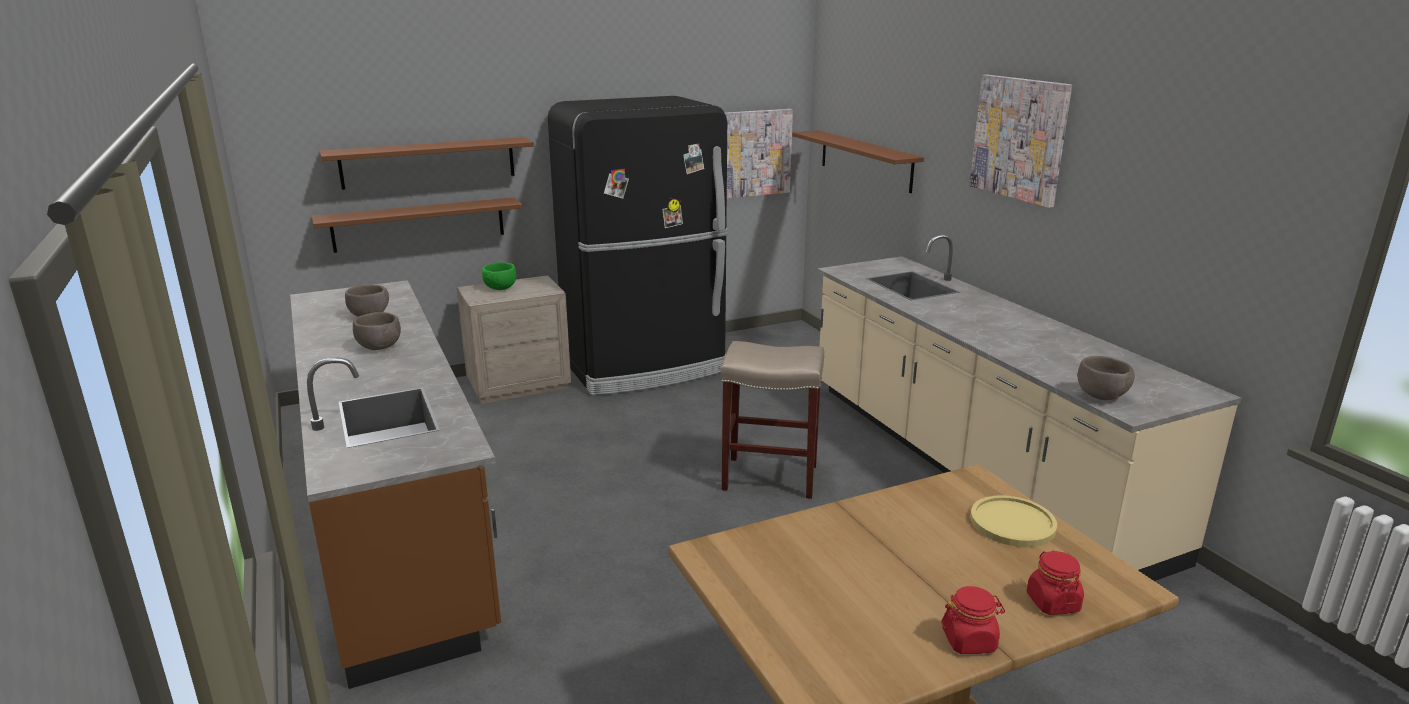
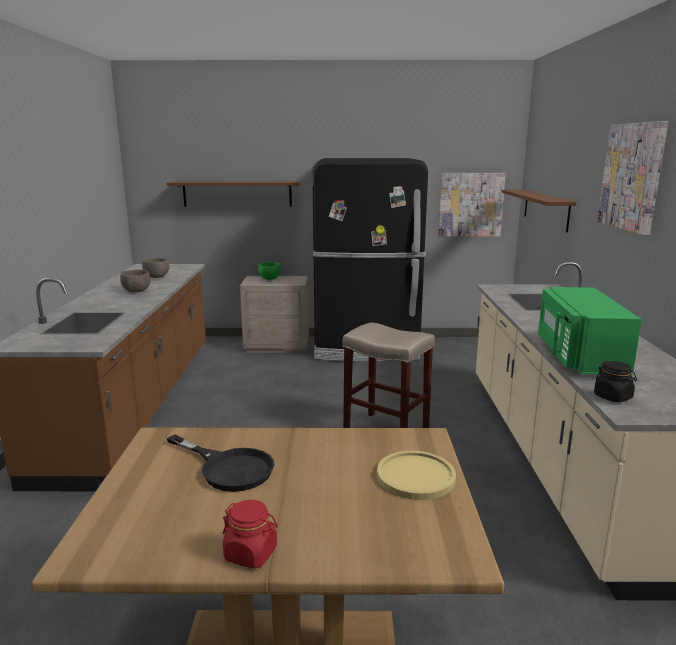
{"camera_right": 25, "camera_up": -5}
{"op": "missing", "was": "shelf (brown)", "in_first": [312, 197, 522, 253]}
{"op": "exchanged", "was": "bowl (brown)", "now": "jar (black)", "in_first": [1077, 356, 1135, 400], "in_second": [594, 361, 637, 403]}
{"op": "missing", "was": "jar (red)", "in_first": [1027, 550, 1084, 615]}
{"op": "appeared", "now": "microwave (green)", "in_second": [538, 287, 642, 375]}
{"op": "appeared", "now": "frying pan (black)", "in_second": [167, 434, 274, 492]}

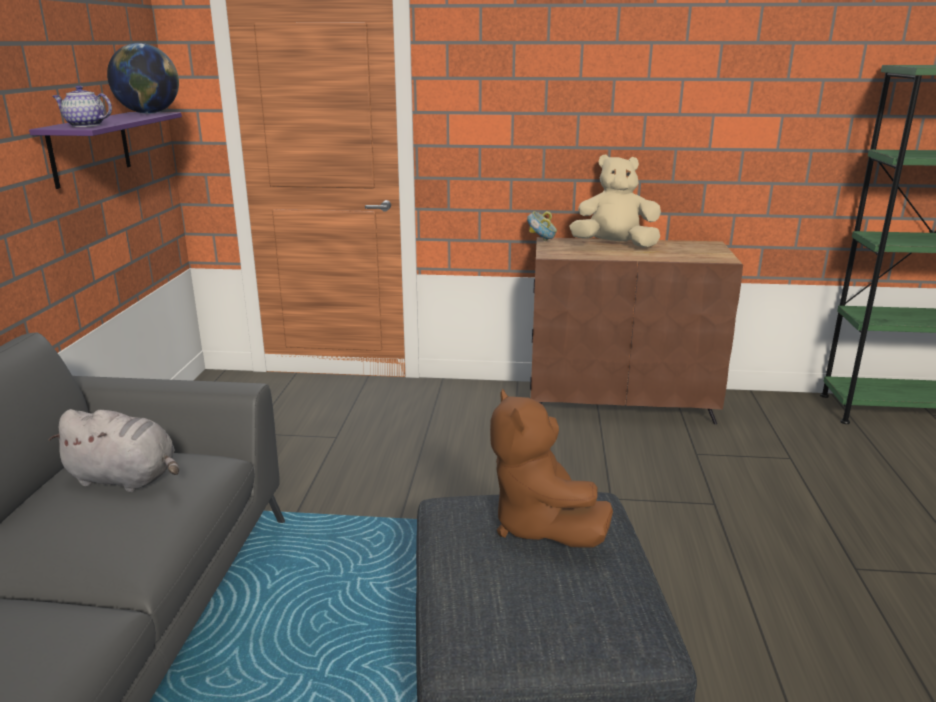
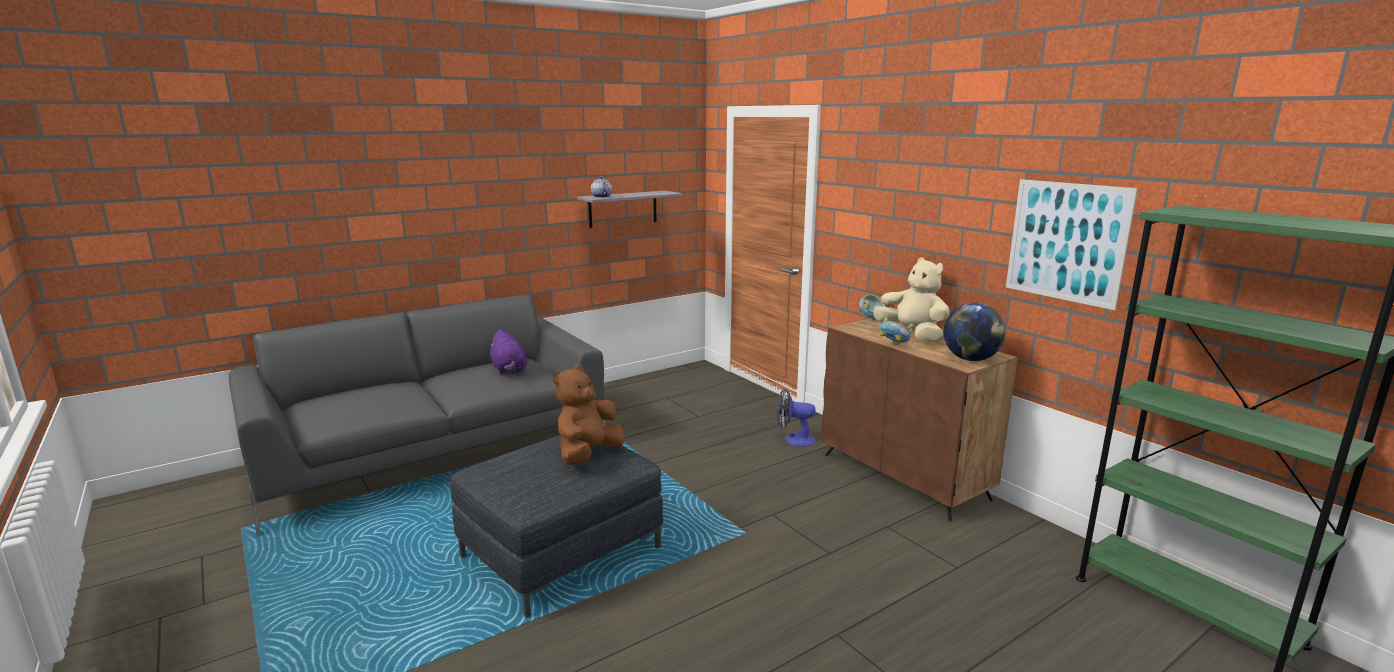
{"camera_right": 50, "camera_up": -5}
{"op": "relocated", "was": "globe", "in_first": [107, 43, 179, 114], "in_second": [943, 303, 1006, 361]}
{"op": "colour", "was": "shelf (purple)", "now": "shelf (grey)", "in_first": [29, 112, 182, 189], "in_second": [577, 191, 683, 228]}
{"op": "colour", "was": "plush toy (grey)", "now": "plush toy (purple)", "in_first": [48, 409, 179, 492], "in_second": [489, 329, 527, 375]}
{"op": "appeared", "now": "picture", "in_second": [1006, 179, 1138, 310]}
{"op": "appeared", "now": "bowl", "in_second": [880, 318, 914, 345]}
{"op": "appeared", "now": "fan", "in_second": [777, 389, 816, 447]}

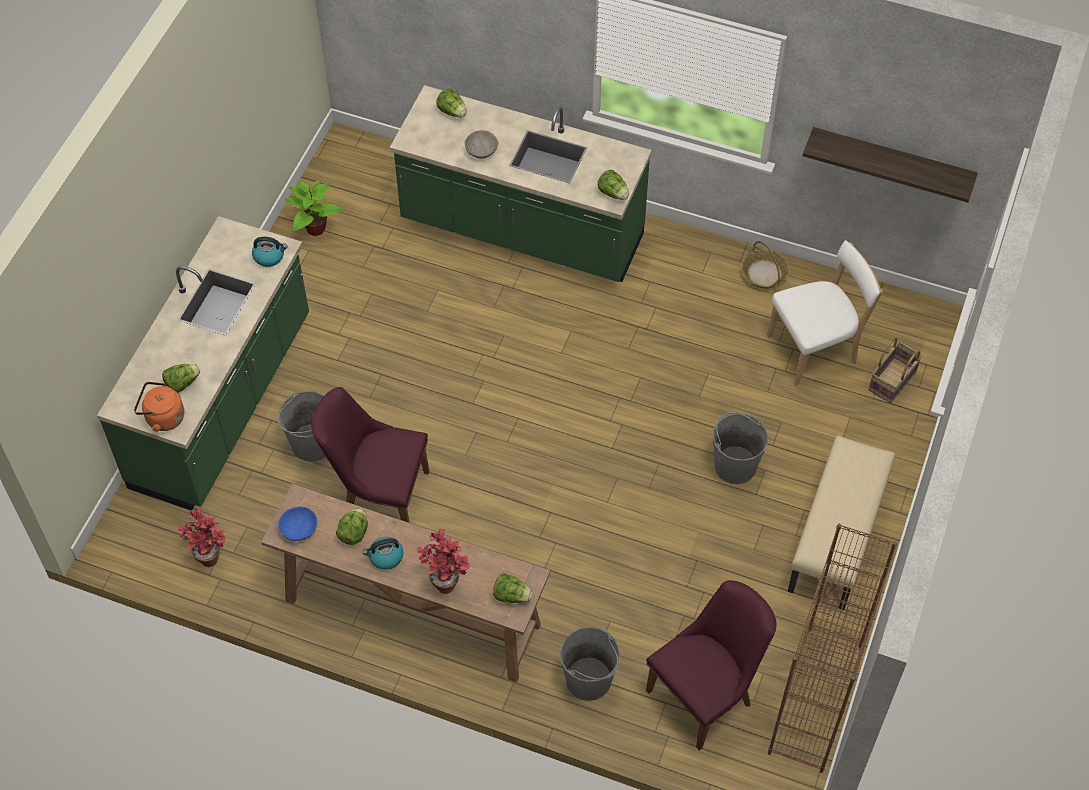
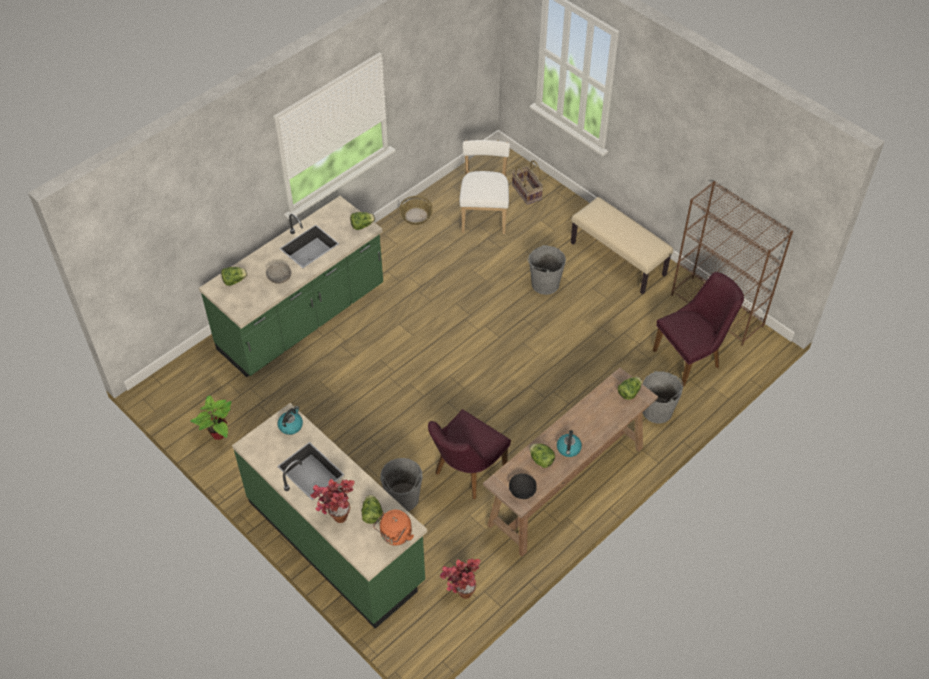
{"camera_right": -65, "camera_up": -5}
{"op": "missing", "was": "shelf", "in_first": [803, 127, 978, 203]}
{"op": "colour", "was": "bowl (blue)", "now": "bowl (black)", "in_first": [278, 507, 317, 541], "in_second": [509, 473, 537, 499]}
{"op": "relocated", "was": "potted plant", "in_first": [417, 529, 469, 594], "in_second": [310, 479, 355, 523]}
{"op": "spun", "was": "chair (purple)", "in_first": [646, 580, 777, 750], "in_second": [653, 272, 744, 387], "clockwise": 75}

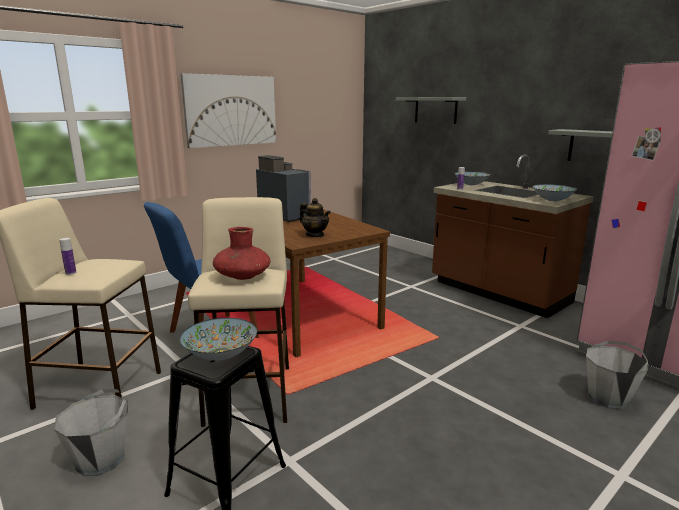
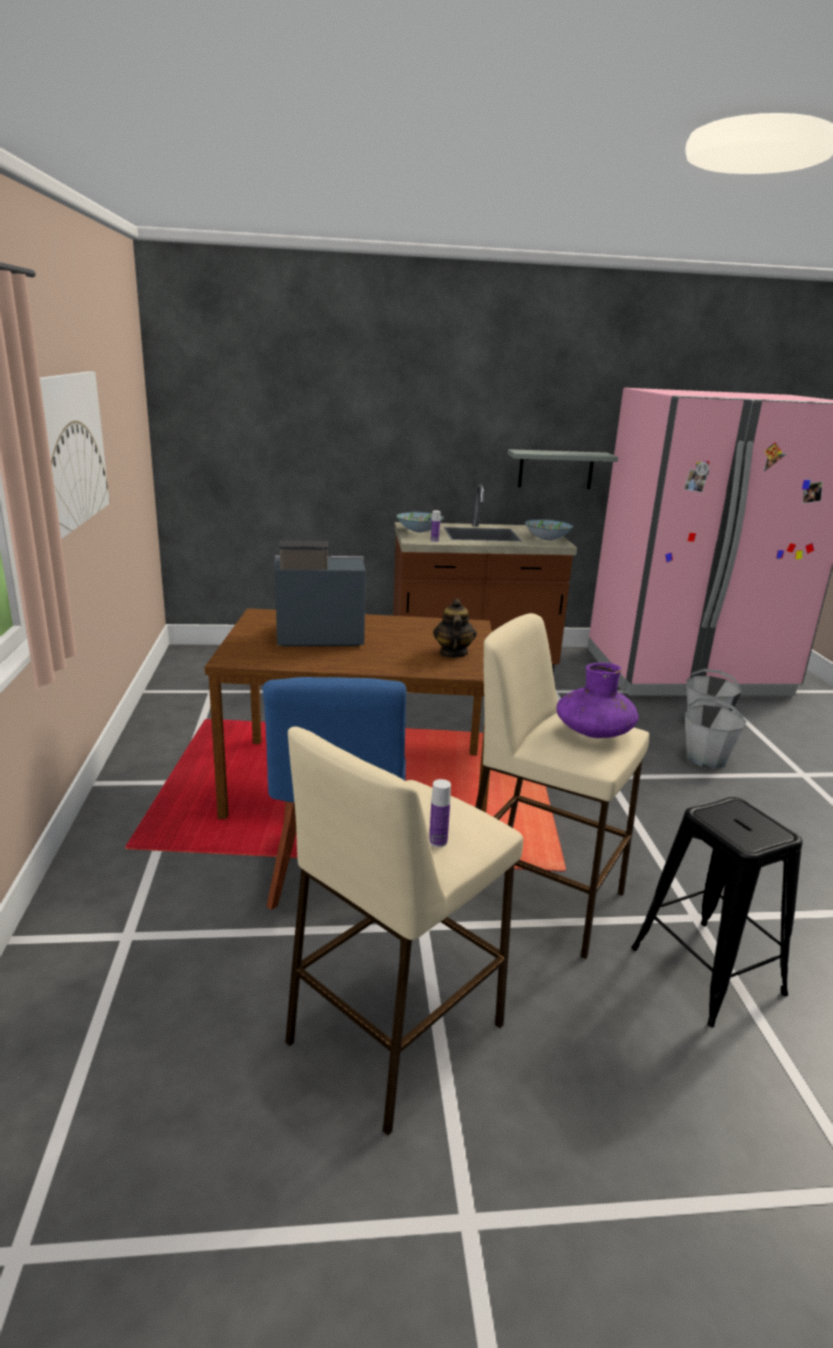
{"camera_right": -55, "camera_up": 5}
{"op": "missing", "was": "shelf (grey)", "in_first": [396, 97, 466, 124]}
{"op": "spun", "was": "teapot", "in_first": [299, 198, 331, 237], "in_second": [433, 598, 477, 658], "clockwise": -75}
{"op": "colour", "was": "vase (red)", "now": "vase (purple)", "in_first": [213, 227, 271, 280], "in_second": [557, 662, 638, 738]}
{"op": "missing", "was": "bowl", "in_first": [180, 318, 257, 361]}
{"op": "relocated", "was": "bucket (grey)", "in_first": [54, 389, 128, 476], "in_second": [685, 698, 746, 769]}

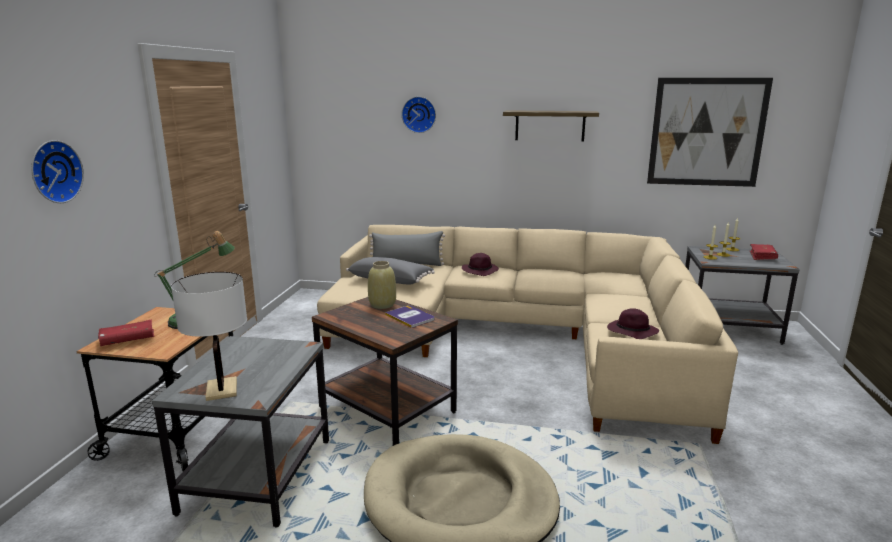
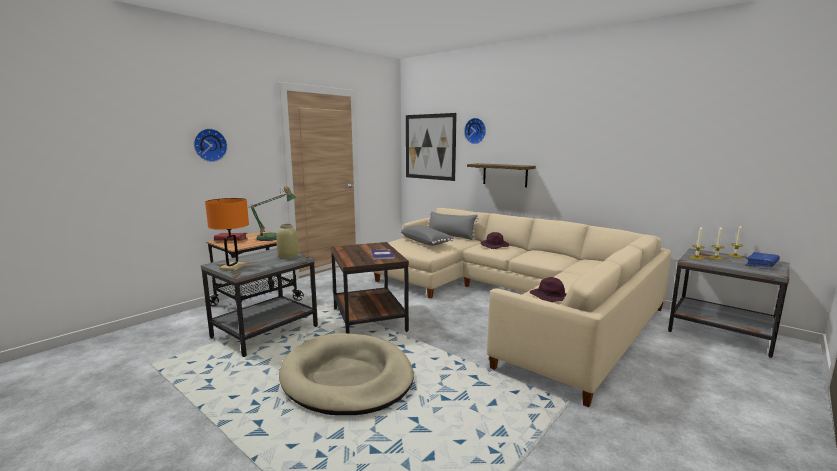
{"camera_right": 30, "camera_up": -5}
{"op": "relocated", "was": "picture", "in_first": [647, 78, 773, 187], "in_second": [406, 113, 457, 181]}
{"op": "relocated", "was": "shelf", "in_first": [503, 110, 599, 141], "in_second": [467, 163, 536, 187]}
{"op": "colour", "was": "book (red)", "now": "book (blue)", "in_first": [749, 244, 778, 260], "in_second": [745, 252, 780, 267]}
{"op": "relocated", "was": "vase (beige)", "in_first": [368, 261, 396, 309], "in_second": [277, 224, 299, 259]}
{"op": "colour", "was": "table lamp (white)", "now": "table lamp (orange)", "in_first": [171, 272, 247, 401], "in_second": [205, 198, 249, 271]}

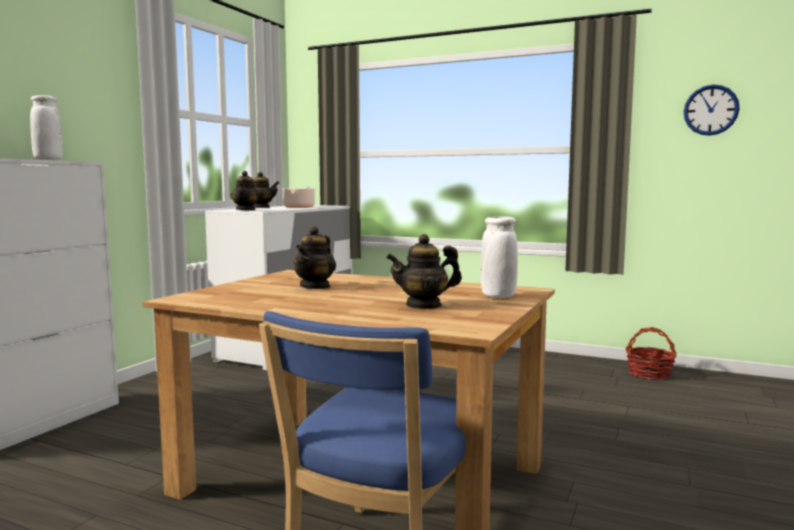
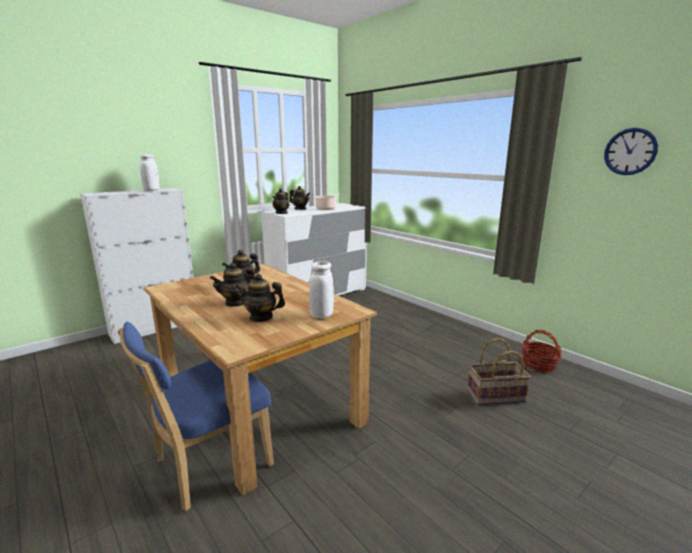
{"camera_right": 25, "camera_up": 10}
{"op": "appeared", "now": "teapot", "in_second": [210, 263, 255, 307]}
{"op": "appeared", "now": "basket", "in_second": [467, 338, 531, 405]}

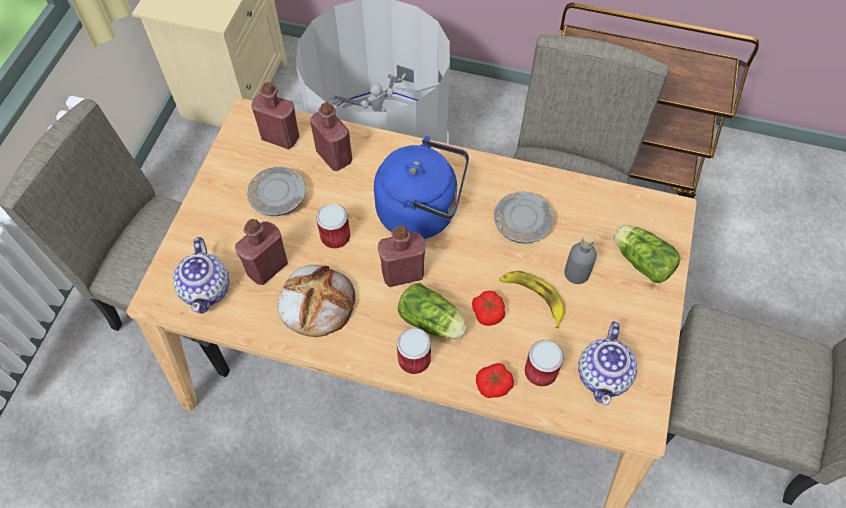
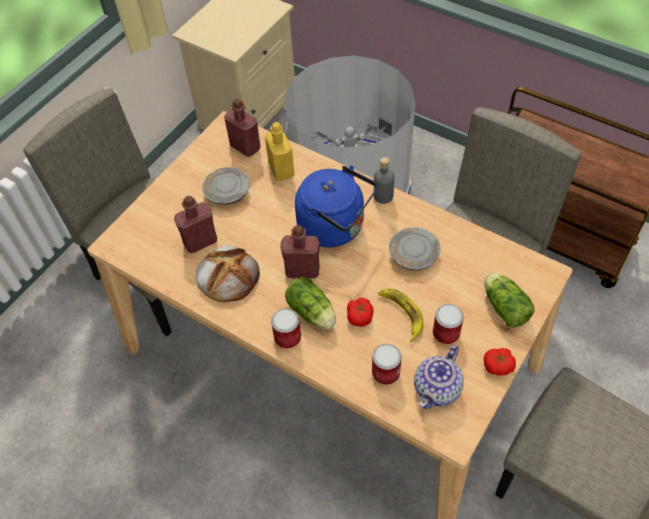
{"camera_right": 20, "camera_up": -5}
{"op": "colour", "was": "bottle (red)", "now": "bottle (yellow)", "in_first": [310, 102, 352, 171], "in_second": [265, 122, 295, 181]}
{"op": "relocated", "was": "can", "in_first": [316, 204, 350, 249], "in_second": [433, 304, 464, 344]}
{"op": "relocated", "was": "bottle (grey)", "in_first": [564, 233, 597, 284], "in_second": [374, 157, 394, 204]}
{"op": "missing", "was": "teapot", "in_first": [173, 237, 230, 314]}
{"op": "relocated", "was": "tomato", "in_first": [476, 363, 514, 398], "in_second": [484, 348, 516, 375]}

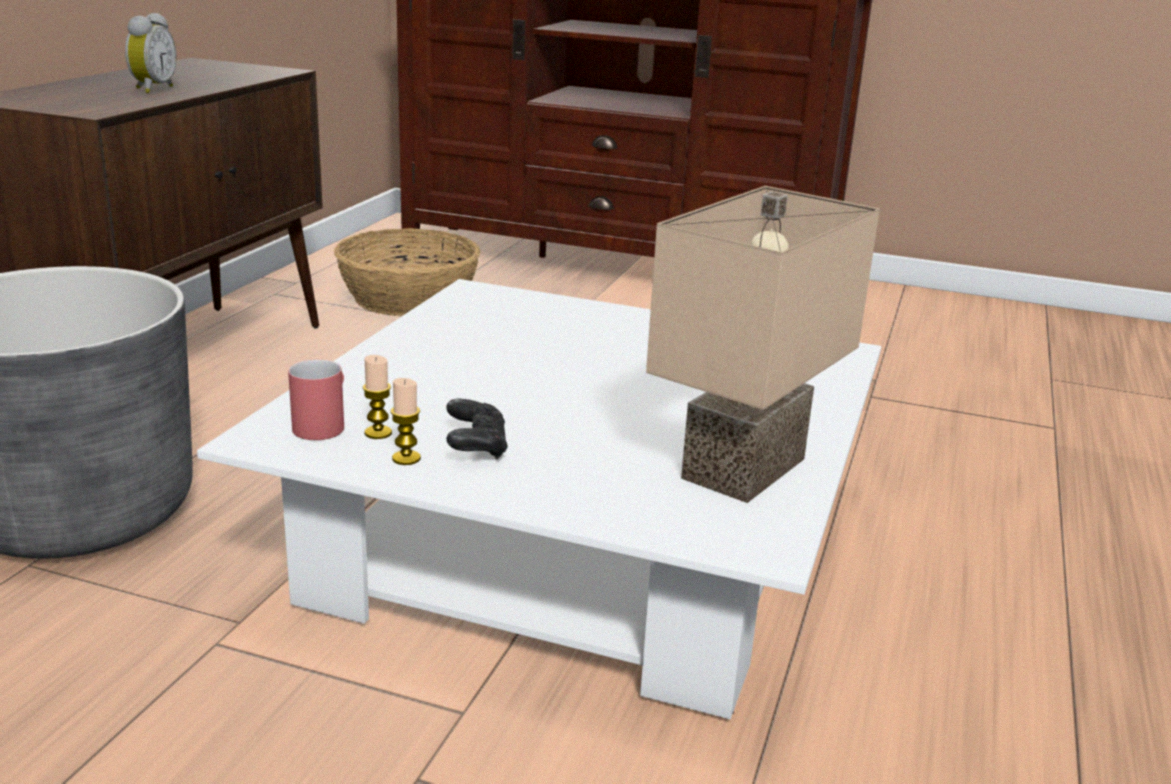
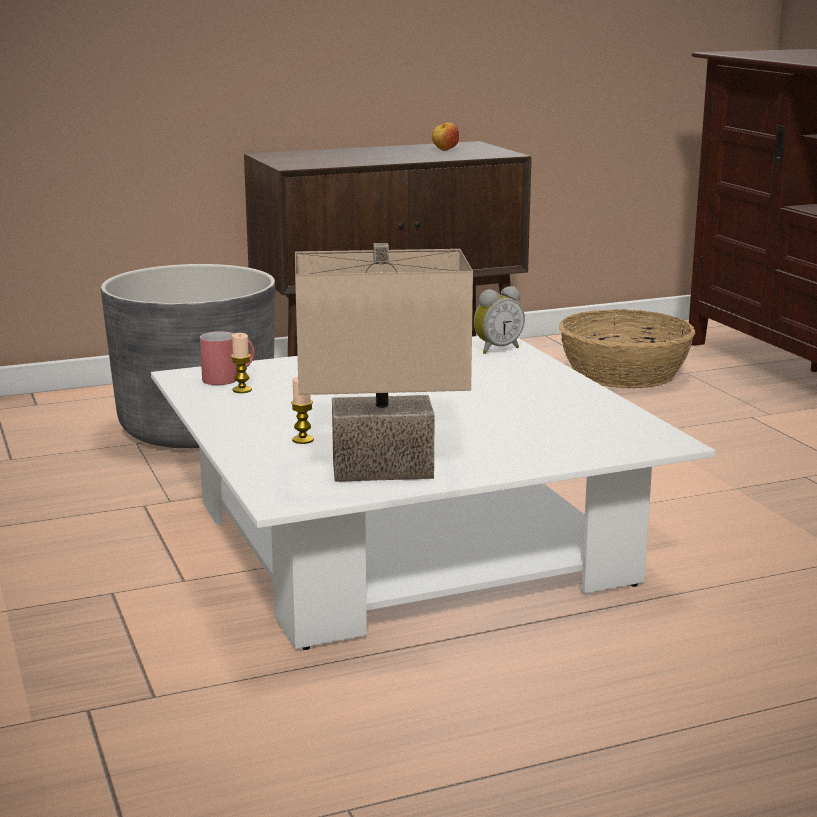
{"camera_right": 50, "camera_up": -5}
{"op": "relocated", "was": "alarm clock", "in_first": [125, 13, 177, 93], "in_second": [474, 286, 525, 354]}
{"op": "relocated", "was": "candle", "in_first": [390, 378, 421, 465], "in_second": [291, 377, 314, 444]}
{"op": "missing", "was": "game controller (black)", "in_first": [446, 399, 508, 460]}
{"op": "appeared", "now": "apple", "in_second": [432, 122, 459, 151]}

